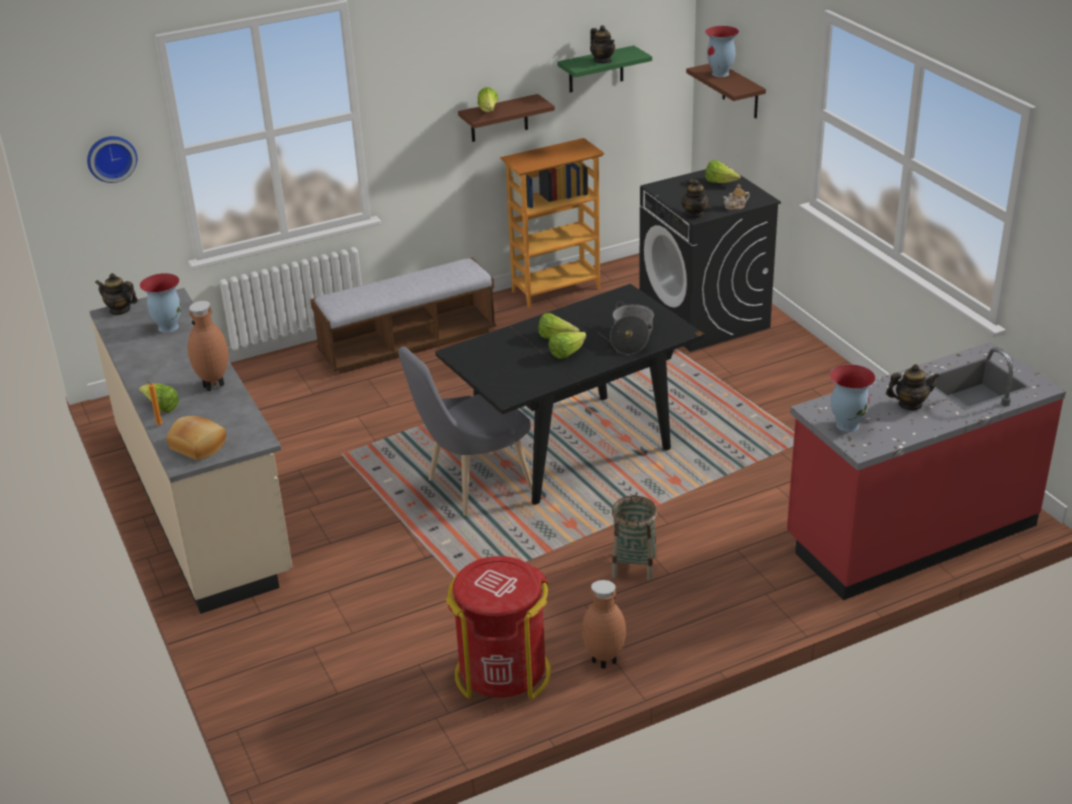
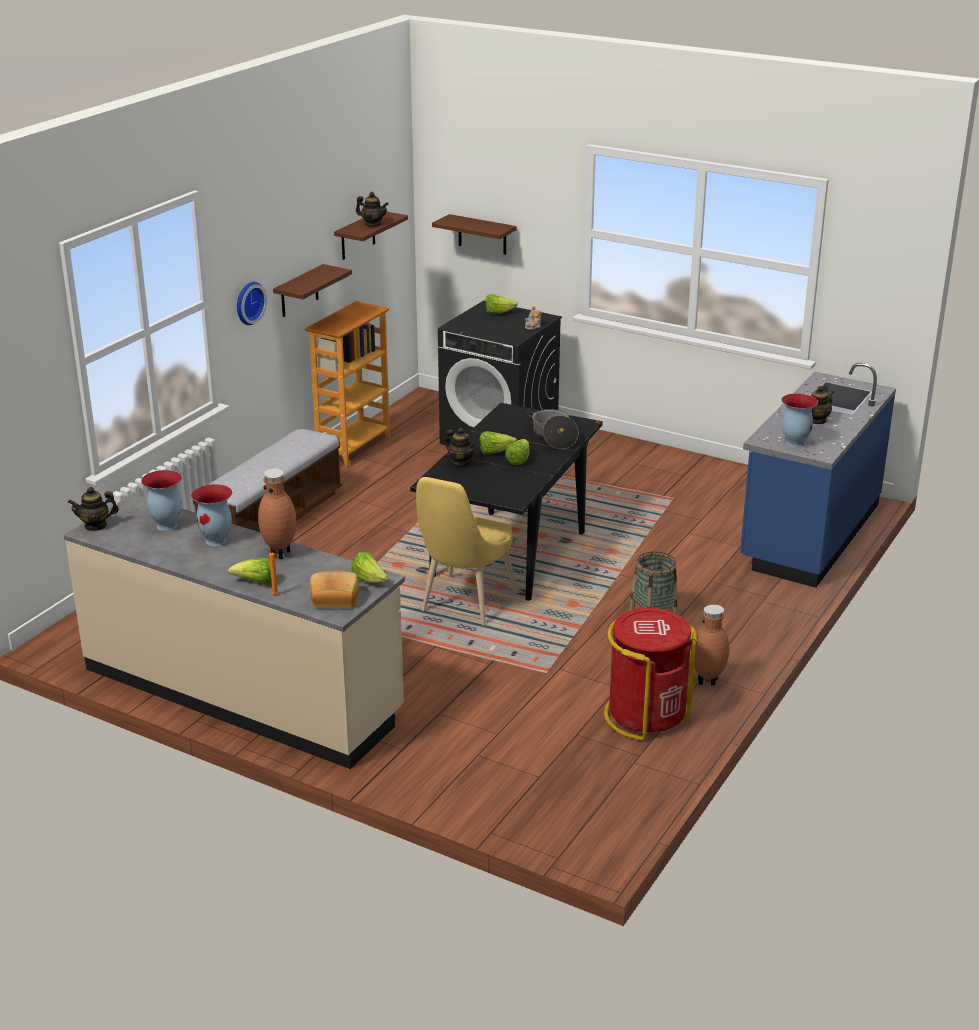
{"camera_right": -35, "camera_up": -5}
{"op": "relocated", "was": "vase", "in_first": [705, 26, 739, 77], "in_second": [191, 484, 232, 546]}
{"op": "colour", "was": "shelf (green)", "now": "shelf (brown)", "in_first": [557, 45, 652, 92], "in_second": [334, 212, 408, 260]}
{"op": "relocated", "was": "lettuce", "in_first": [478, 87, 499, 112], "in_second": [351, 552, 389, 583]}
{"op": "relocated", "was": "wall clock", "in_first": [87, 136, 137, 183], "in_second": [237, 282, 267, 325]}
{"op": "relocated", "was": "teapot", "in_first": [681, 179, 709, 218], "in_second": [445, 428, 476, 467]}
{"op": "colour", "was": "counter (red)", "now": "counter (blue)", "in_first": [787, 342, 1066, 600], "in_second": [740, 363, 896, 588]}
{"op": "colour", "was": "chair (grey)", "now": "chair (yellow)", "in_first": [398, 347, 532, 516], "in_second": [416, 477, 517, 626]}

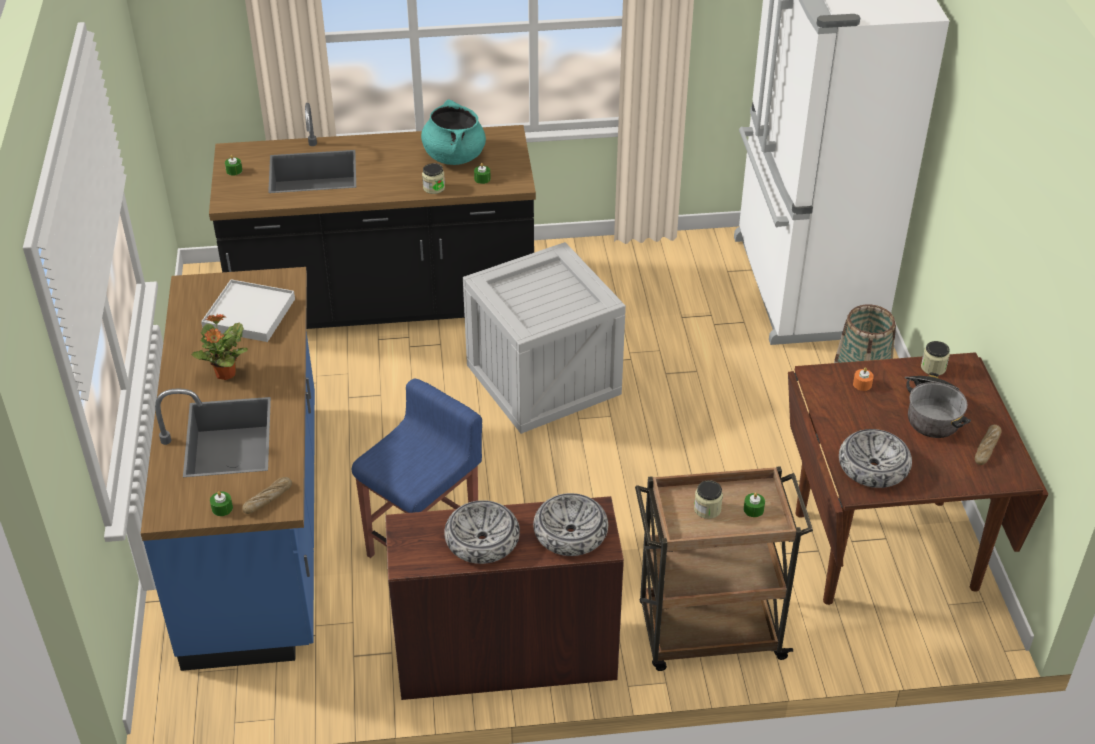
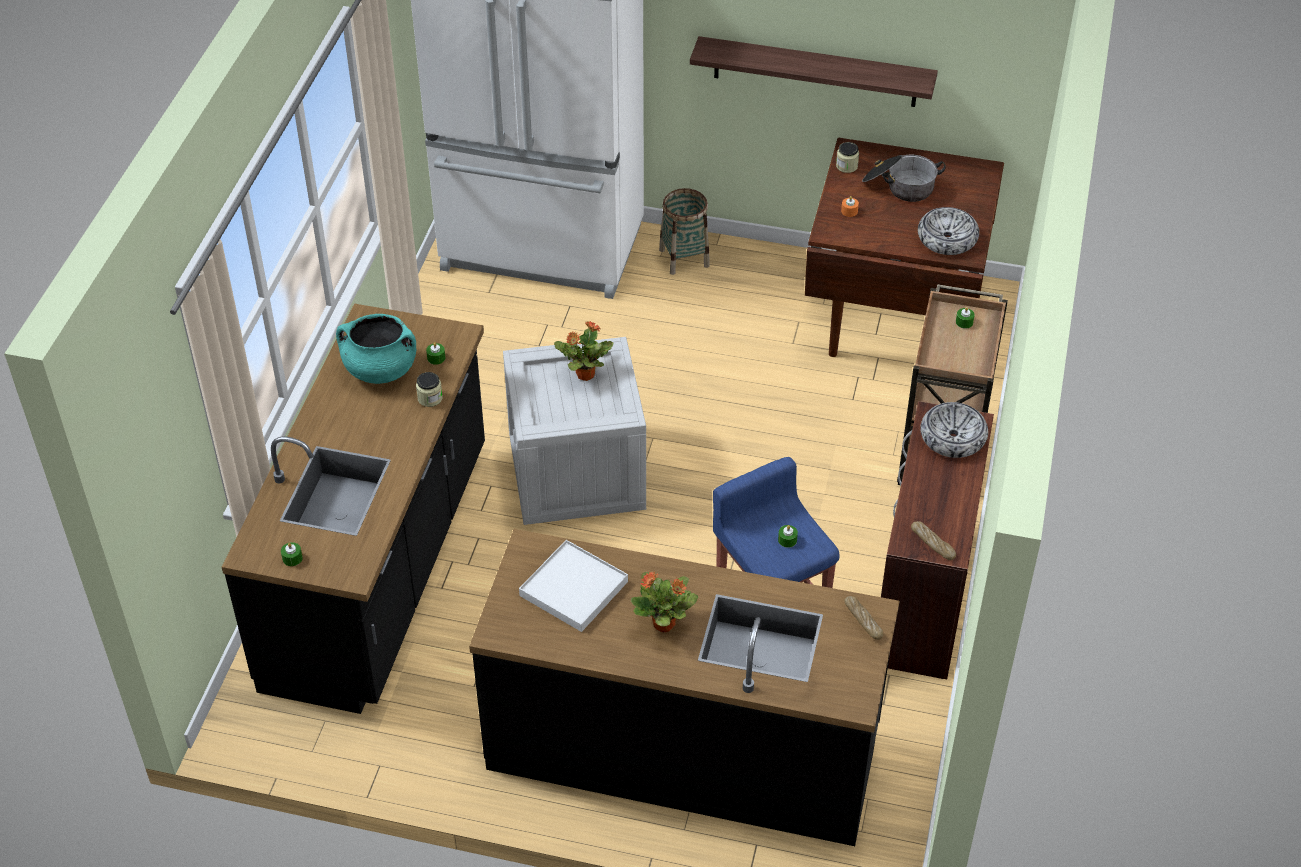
{"camera_right": -70, "camera_up": 5}
{"op": "colour", "was": "counter (blue)", "now": "counter (black)", "in_first": [141, 267, 315, 671], "in_second": [469, 529, 900, 846]}
{"op": "relocated", "was": "bread", "in_first": [975, 425, 1002, 465], "in_second": [911, 521, 956, 560]}
{"op": "missing", "was": "jar", "in_first": [694, 480, 723, 519]}
{"op": "relocated", "was": "candle (green)", "in_first": [210, 491, 233, 516], "in_second": [778, 525, 798, 548]}
{"op": "missing", "was": "bowl", "in_first": [444, 500, 520, 564]}
{"op": "appeared", "now": "shelf", "in_second": [690, 36, 938, 107]}
{"op": "appeared", "now": "potted plant", "in_second": [554, 321, 613, 381]}

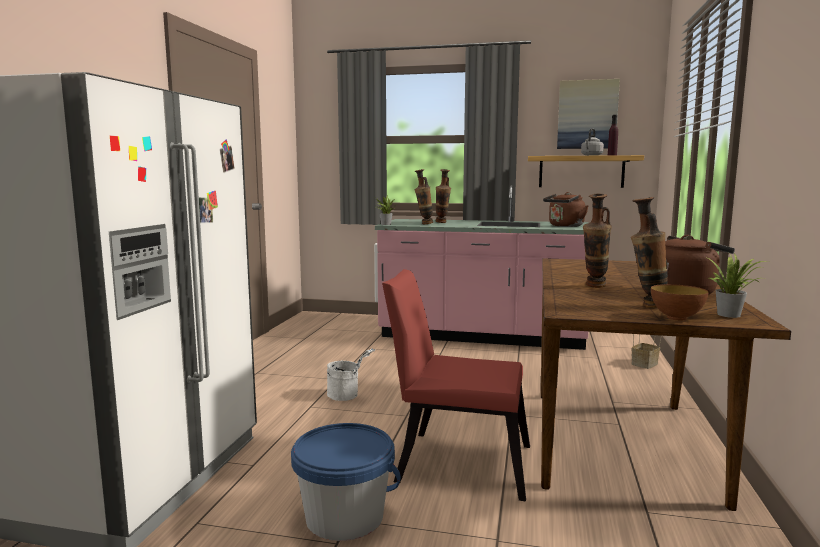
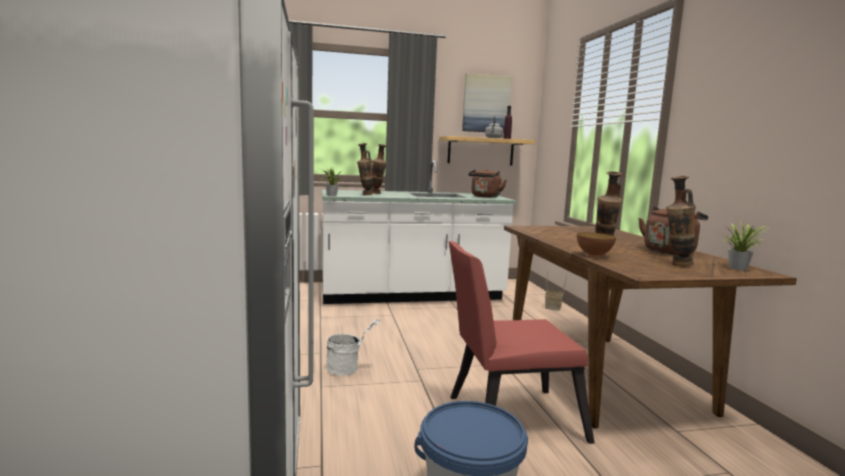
{"camera_right": -25, "camera_up": 0}
{"op": "colour", "was": "counter (pink)", "now": "counter (white)", "in_first": [375, 185, 588, 350], "in_second": [322, 161, 516, 304]}
{"op": "relocated", "was": "bowl", "in_first": [651, 284, 709, 320], "in_second": [577, 232, 616, 257]}

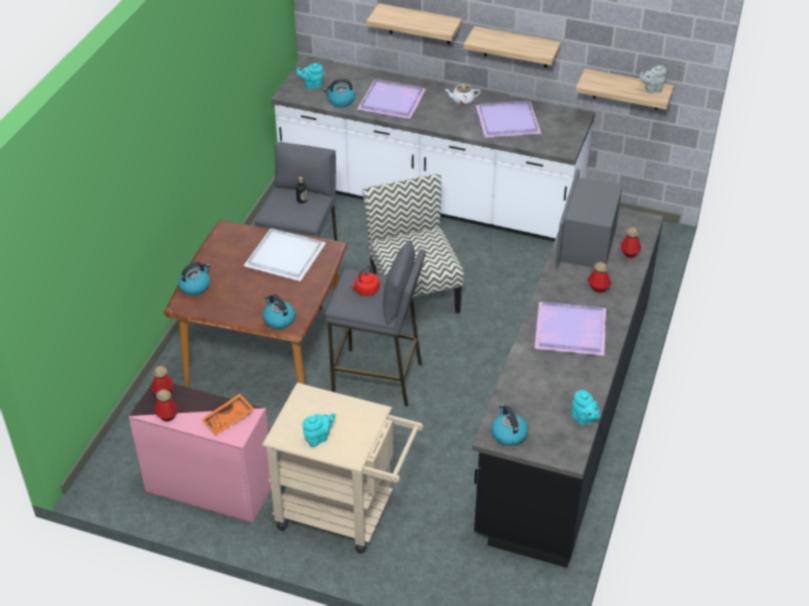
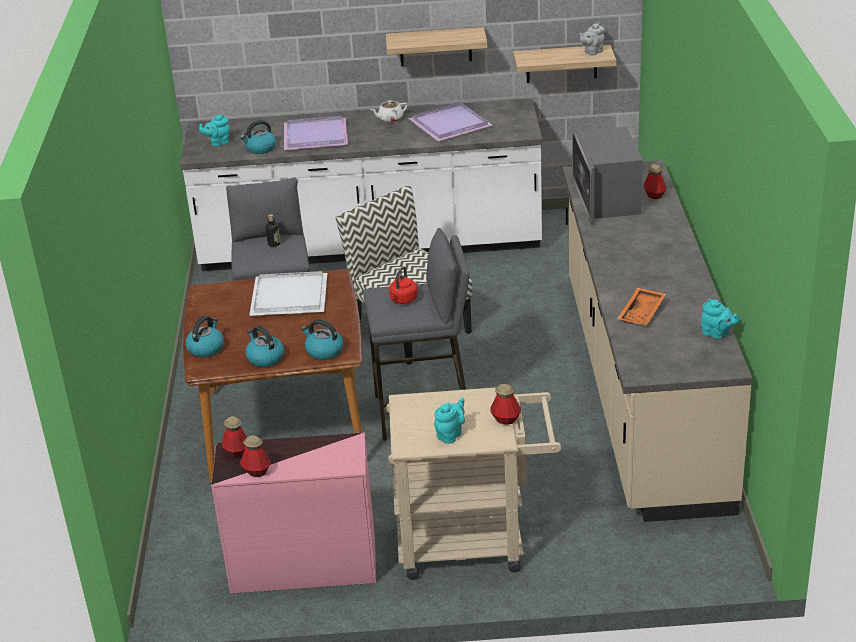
{"camera_right": -20, "camera_up": -10}
{"op": "missing", "was": "shelf", "in_first": [366, 4, 462, 44]}
{"op": "colour", "was": "counter (black)", "now": "counter (beige)", "in_first": [472, 207, 664, 568], "in_second": [563, 160, 752, 522]}
{"op": "relocated", "was": "bottle", "in_first": [588, 262, 611, 293], "in_second": [490, 384, 521, 425]}
{"op": "missing", "was": "tray (purple)", "in_first": [534, 302, 606, 356]}
{"op": "relocated", "was": "tray (orange)", "in_first": [201, 393, 254, 435], "in_second": [618, 288, 666, 325]}
{"op": "relocated", "was": "kettle", "in_first": [492, 404, 528, 446], "in_second": [245, 326, 284, 367]}

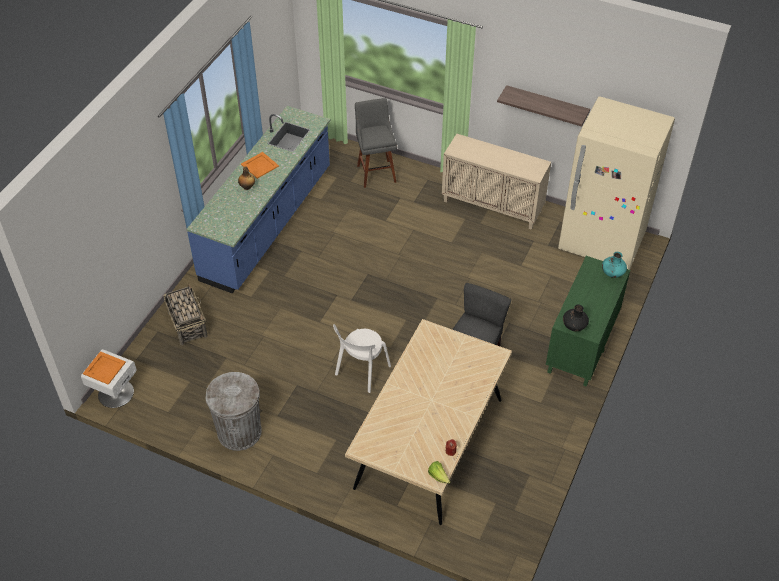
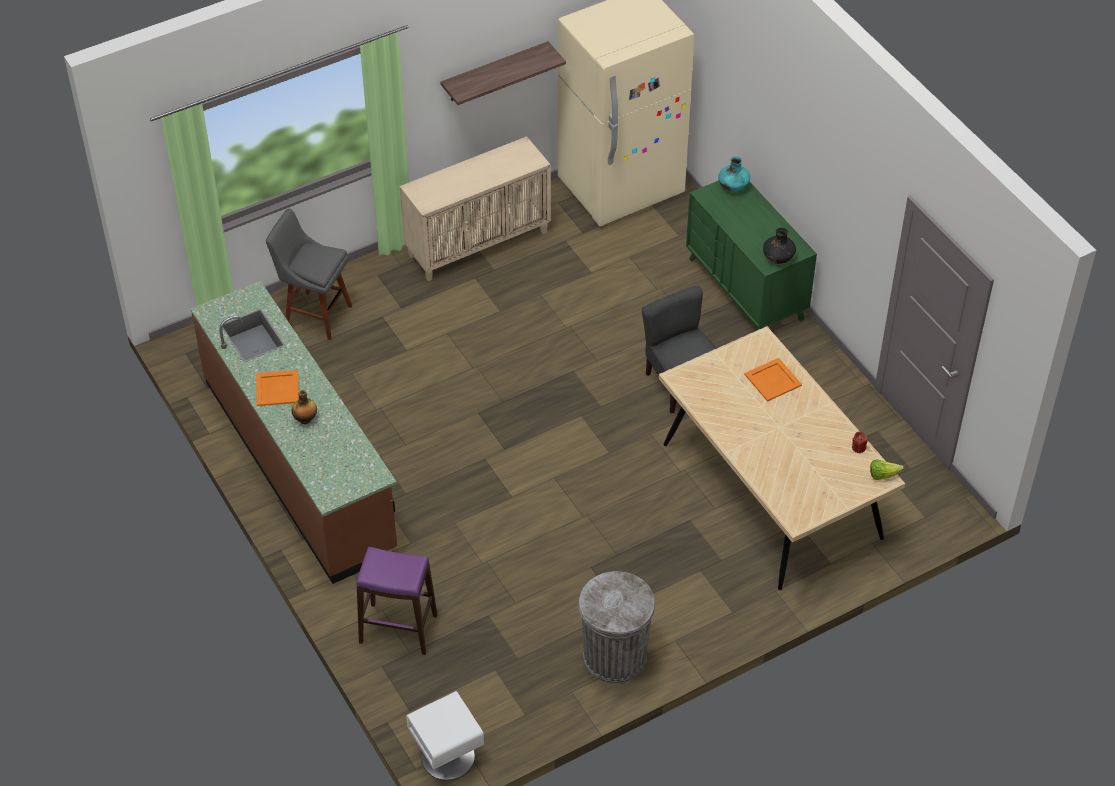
{"camera_right": -55, "camera_up": 0}
{"op": "colour", "was": "counter (blue)", "now": "counter (brown)", "in_first": [187, 106, 331, 294], "in_second": [191, 281, 397, 584]}
{"op": "exchanged", "was": "basket", "now": "stool (purple)", "in_first": [164, 284, 208, 345], "in_second": [356, 547, 438, 655]}
{"op": "missing", "was": "chair (white)", "in_first": [333, 324, 391, 393]}
{"op": "relocated", "was": "tray (orange)", "in_first": [83, 351, 126, 385], "in_second": [744, 358, 802, 402]}

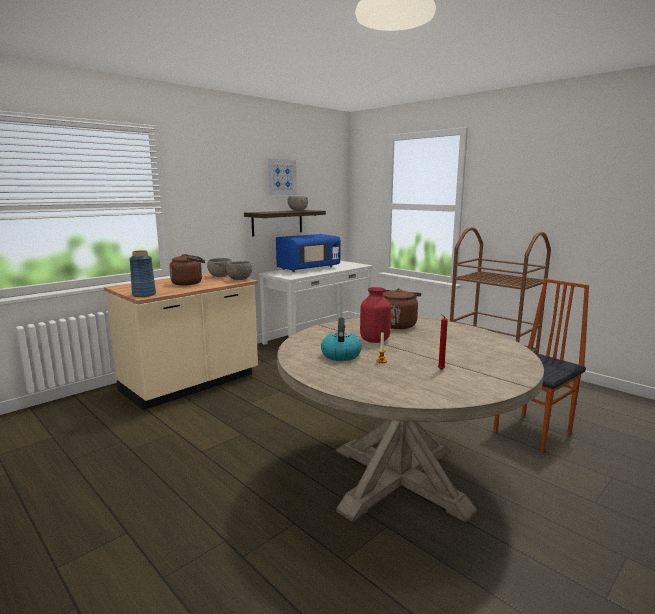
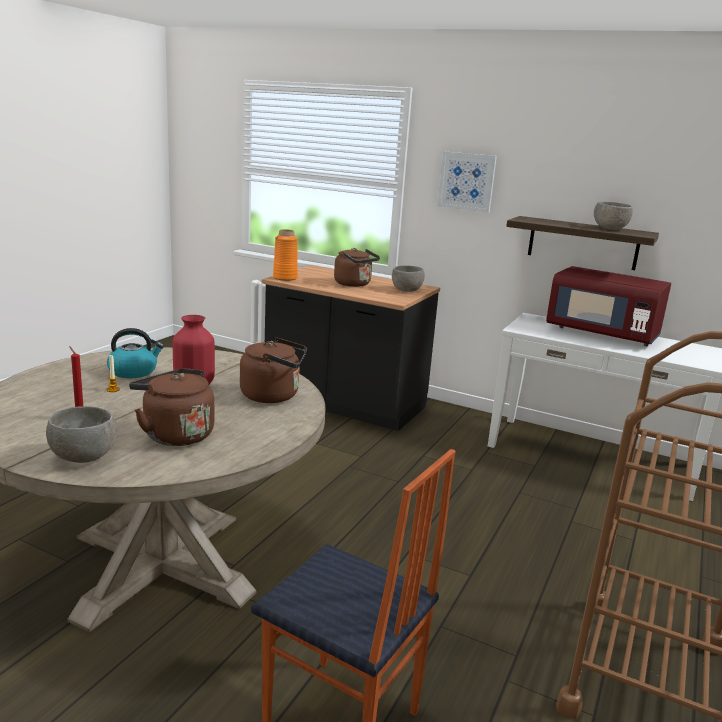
{"camera_right": 70, "camera_up": 5}
{"op": "relocated", "was": "picture", "in_first": [268, 159, 297, 195], "in_second": [438, 151, 497, 213]}
{"op": "colour", "was": "microwave (blue)", "now": "microwave (red)", "in_first": [276, 234, 340, 272], "in_second": [546, 266, 671, 346]}
{"op": "colour", "was": "vase (blue)", "now": "vase (orange)", "in_first": [130, 250, 156, 297], "in_second": [273, 229, 298, 281]}
{"op": "relocated", "was": "bowl (grey)", "in_first": [226, 261, 252, 280], "in_second": [46, 406, 116, 463]}
{"op": "colour", "was": "counter (beige)", "now": "counter (black)", "in_first": [104, 273, 258, 410], "in_second": [262, 265, 440, 431]}
{"op": "appeared", "now": "kettle (brown)", "in_second": [129, 368, 214, 446]}

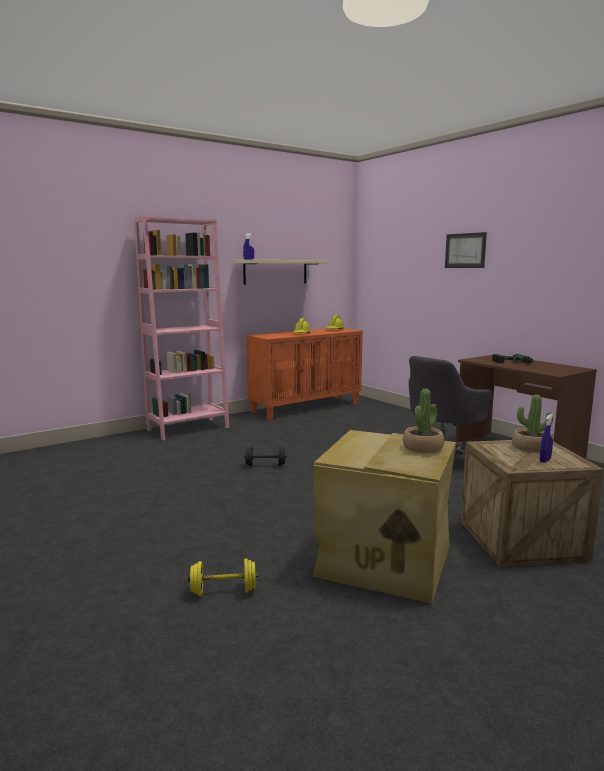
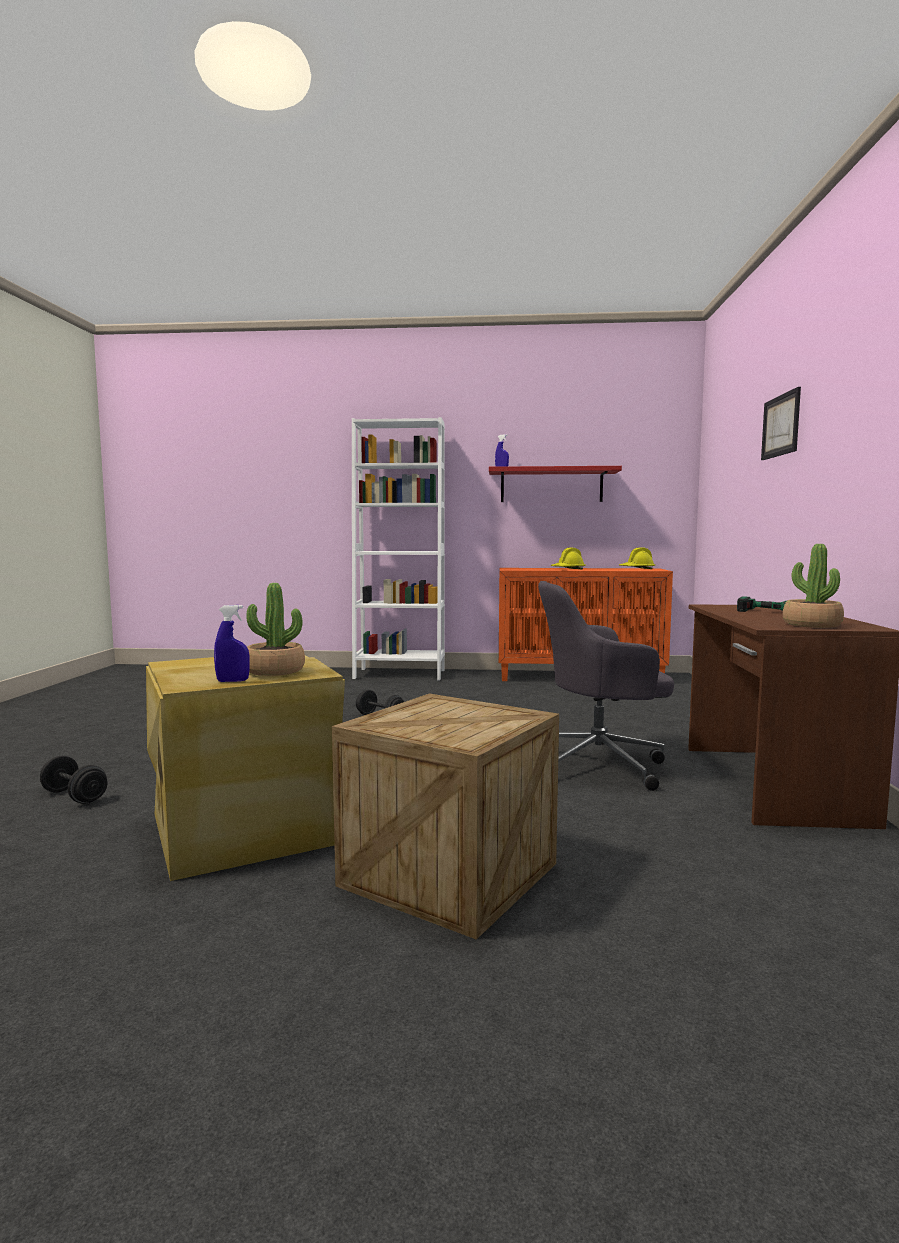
{"camera_right": 40, "camera_up": -5}
{"op": "colour", "was": "bookcase (pink)", "now": "bookcase (white)", "in_first": [134, 215, 229, 440], "in_second": [352, 417, 445, 680]}
{"op": "colour", "was": "shelf (beige)", "now": "shelf (red)", "in_first": [235, 260, 329, 285], "in_second": [489, 466, 622, 502]}
{"op": "relocated", "was": "potted plant", "in_first": [512, 394, 553, 452], "in_second": [783, 544, 844, 628]}
{"op": "relocated", "was": "spray bottle (blue)", "in_first": [540, 414, 553, 463], "in_second": [214, 605, 250, 682]}
{"op": "colour", "was": "dumbbell (yellow)", "now": "dumbbell (black)", "in_first": [188, 559, 258, 596], "in_second": [40, 756, 108, 804]}

